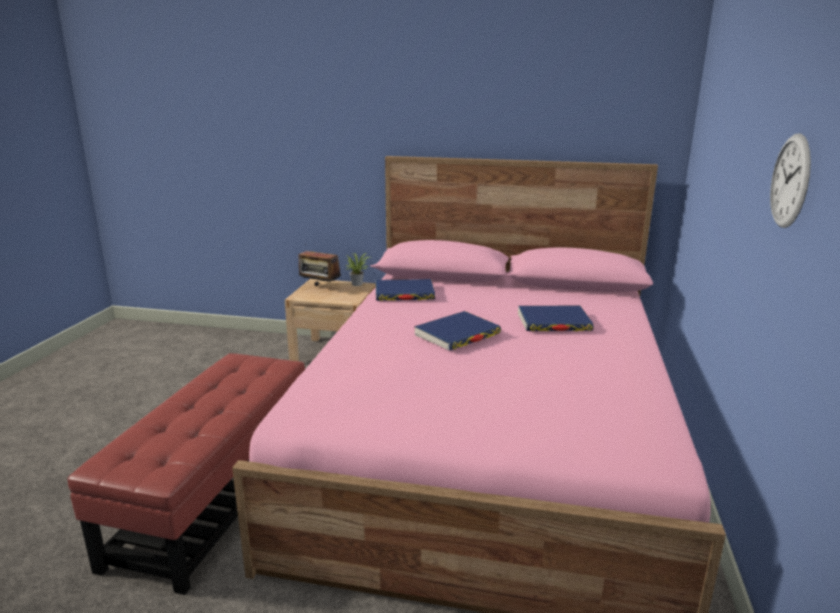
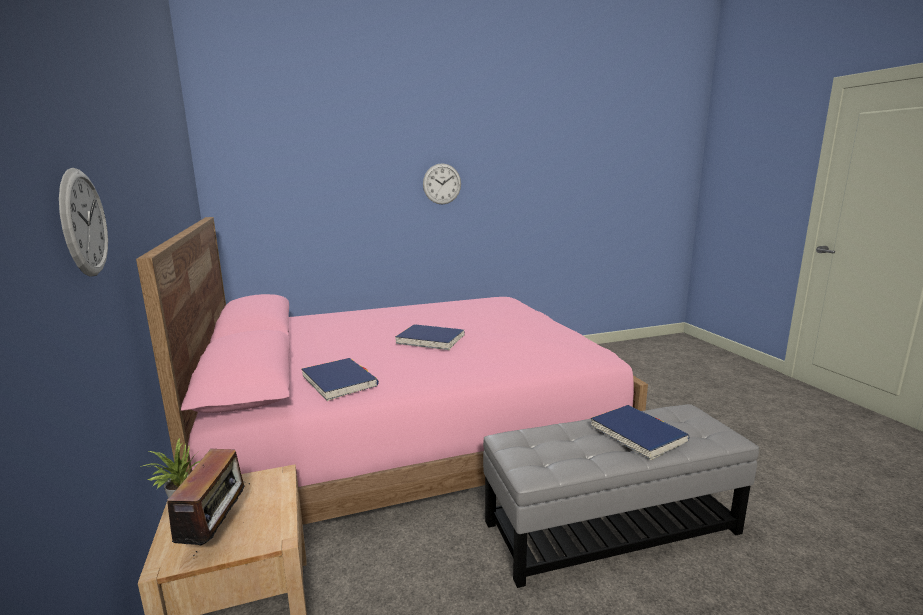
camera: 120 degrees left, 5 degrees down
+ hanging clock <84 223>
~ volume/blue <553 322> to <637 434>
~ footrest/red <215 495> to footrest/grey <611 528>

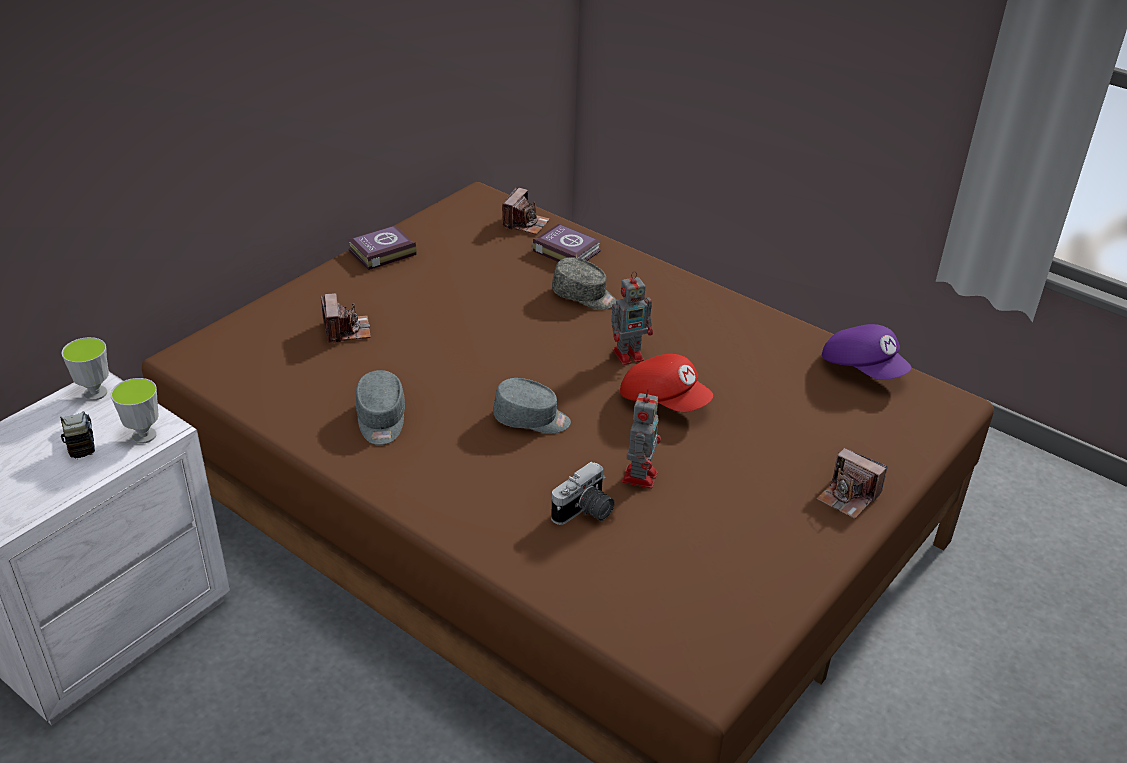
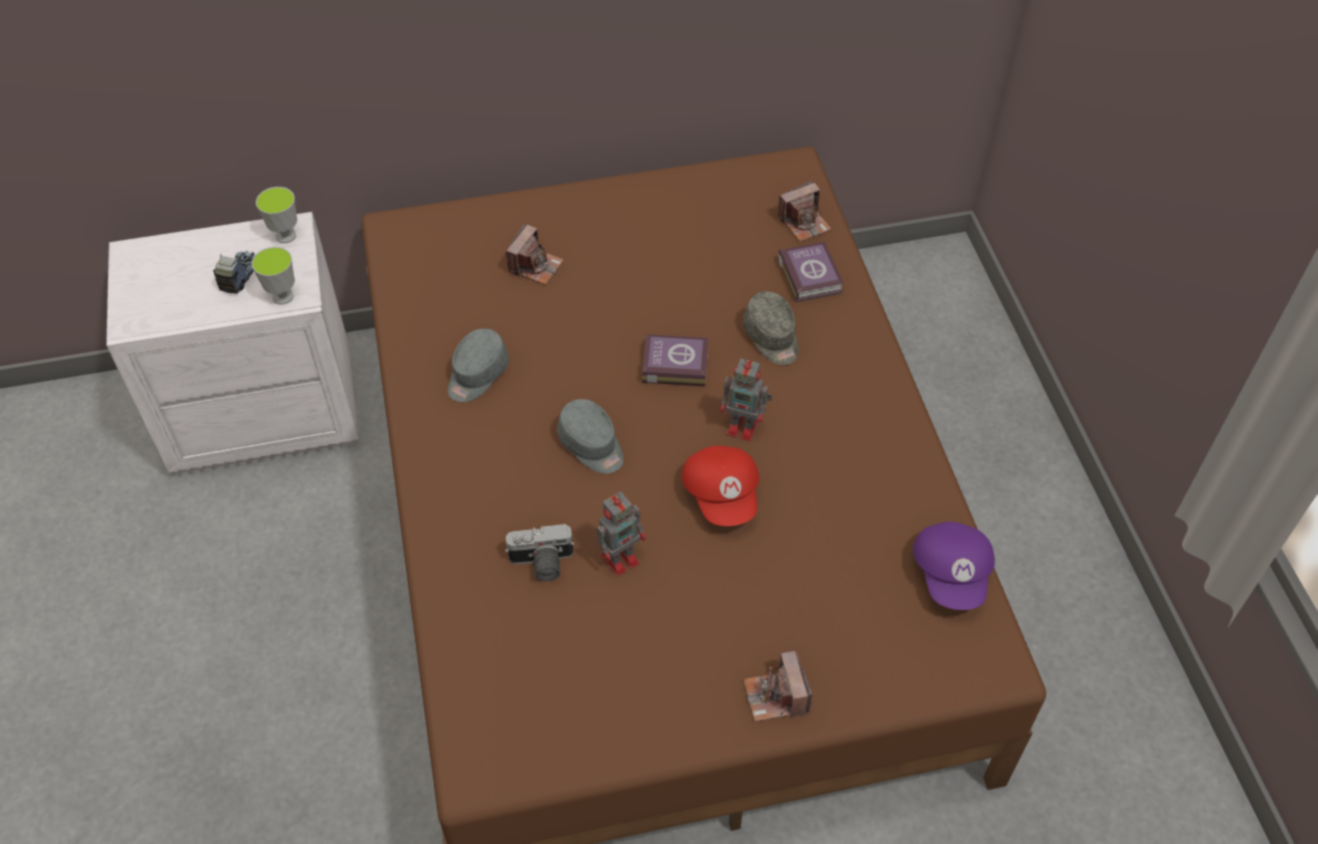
camera: 40 degrees right, 15 degrees up
~ volume <380 252> to <673 364>

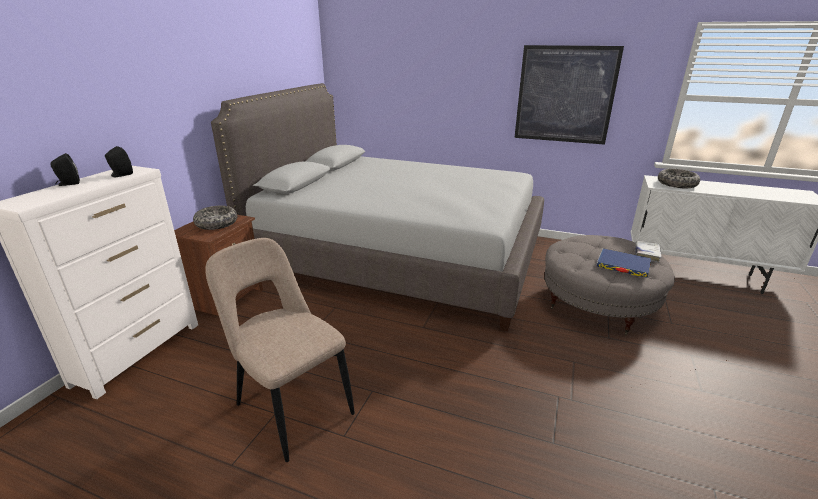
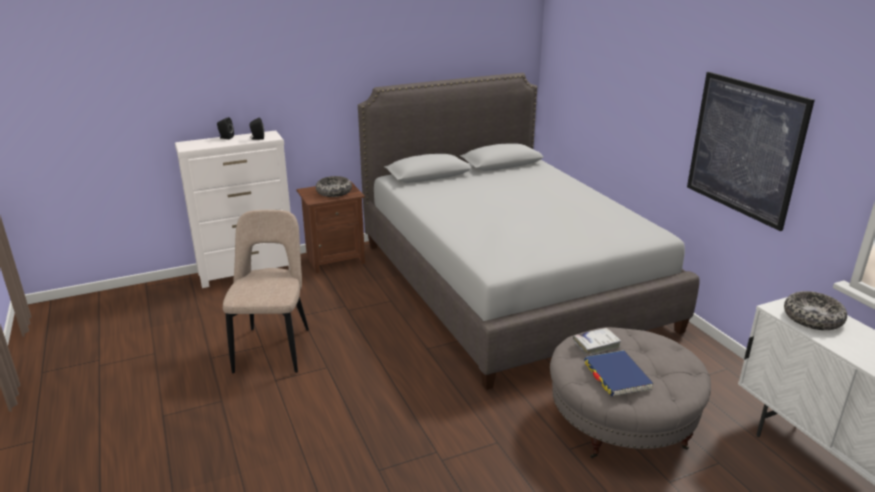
camera: 45 degrees right, 0 degrees up
~ volume/white <646 254> to <596 345>

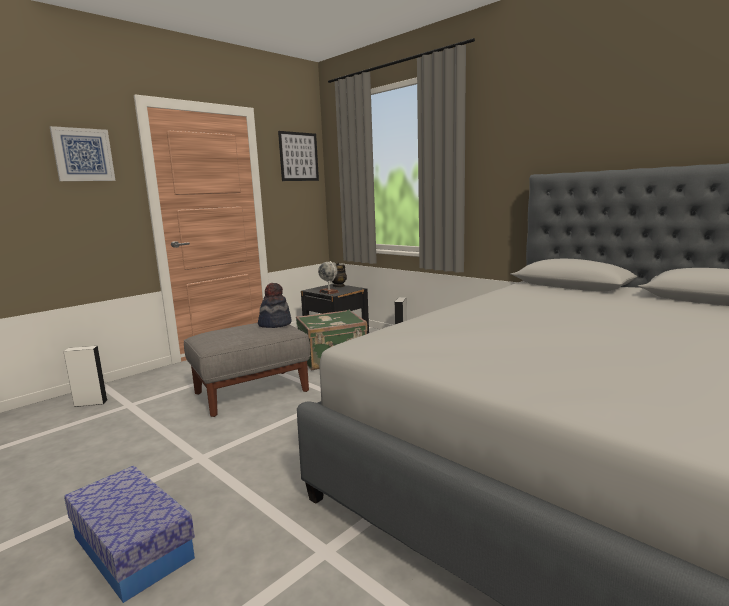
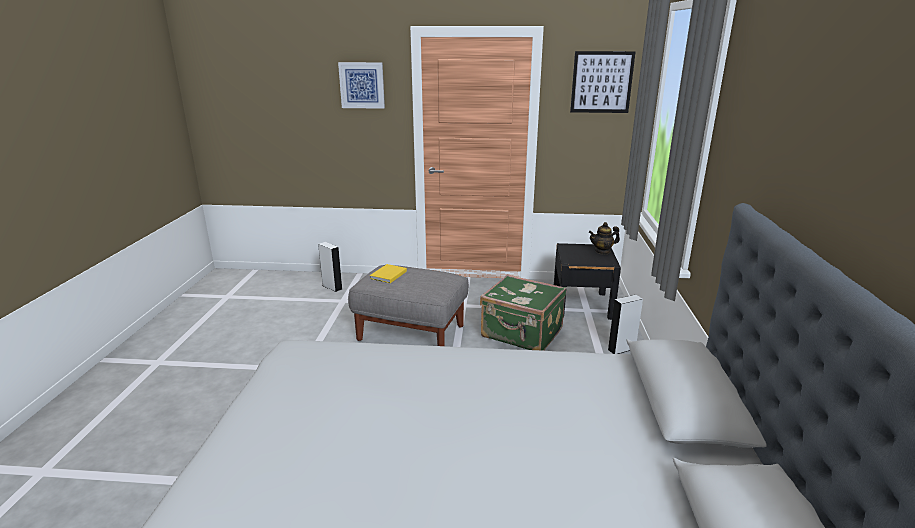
camera: 50 degrees right, 10 degrees up
- storage box <132 547>
- clothing hat <275 324>
- desk globe <329 292>
+ volume/yellow-coloured <387 275>

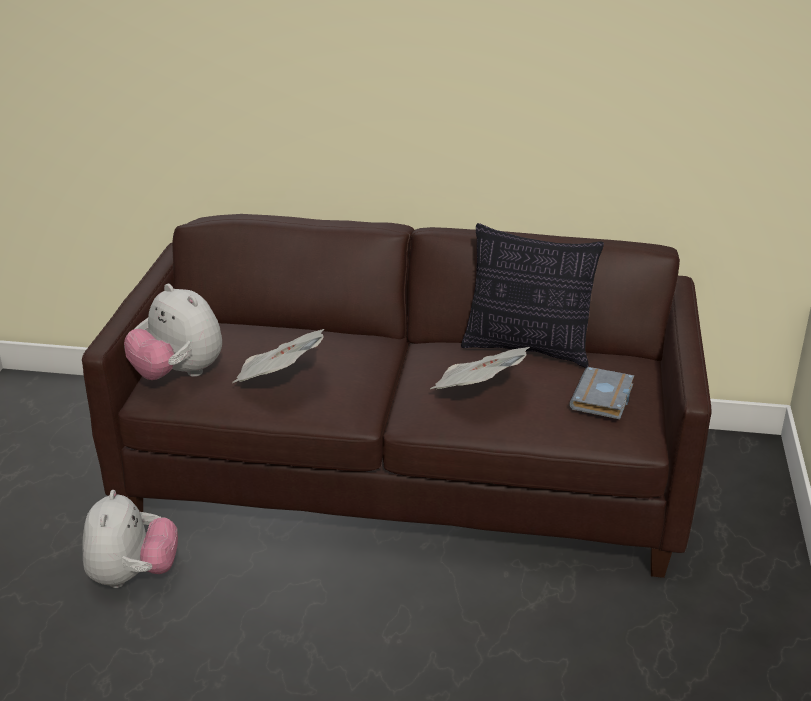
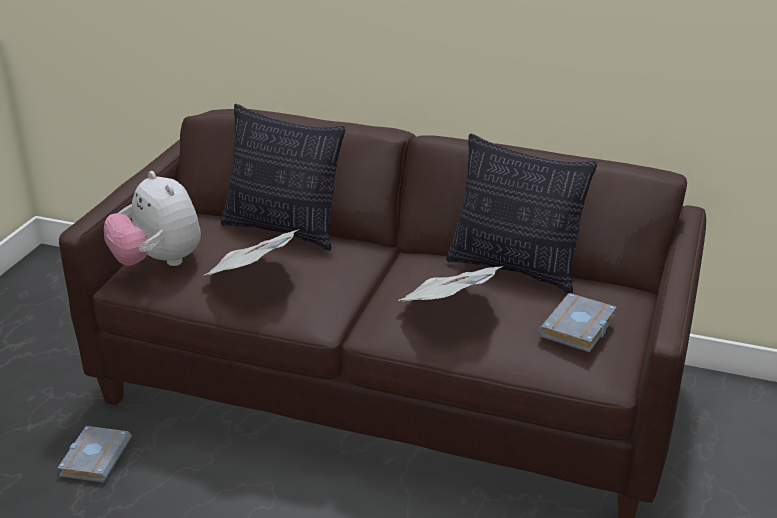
camera: 10 degrees right, 0 degrees up
+ pillow <284 230>
~ cuddly toy <132 576> to volume/grey <94 457>

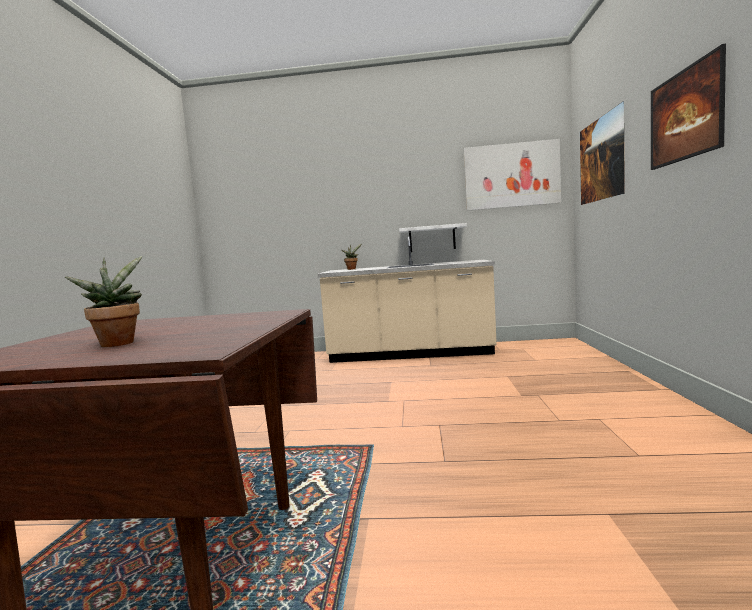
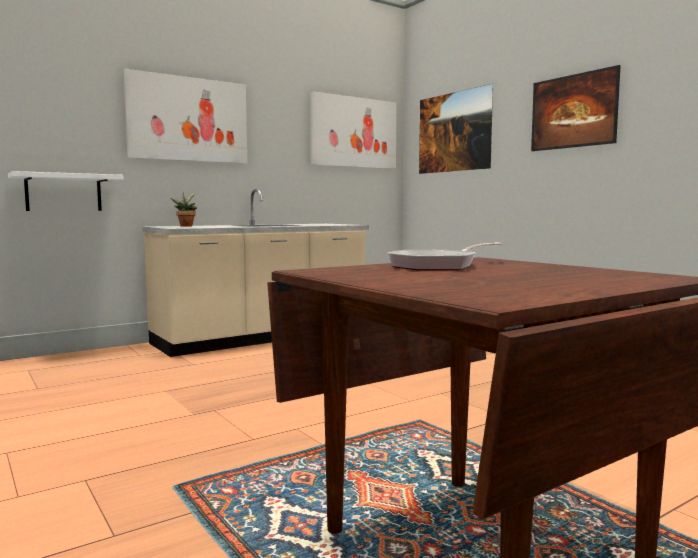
camera: 40 degrees left, 0 degrees up
- potted plant <118 343>
+ wall art <188 119>
+ skillet <437 266>
~ wall shelf/white <432 238> to <63 193>

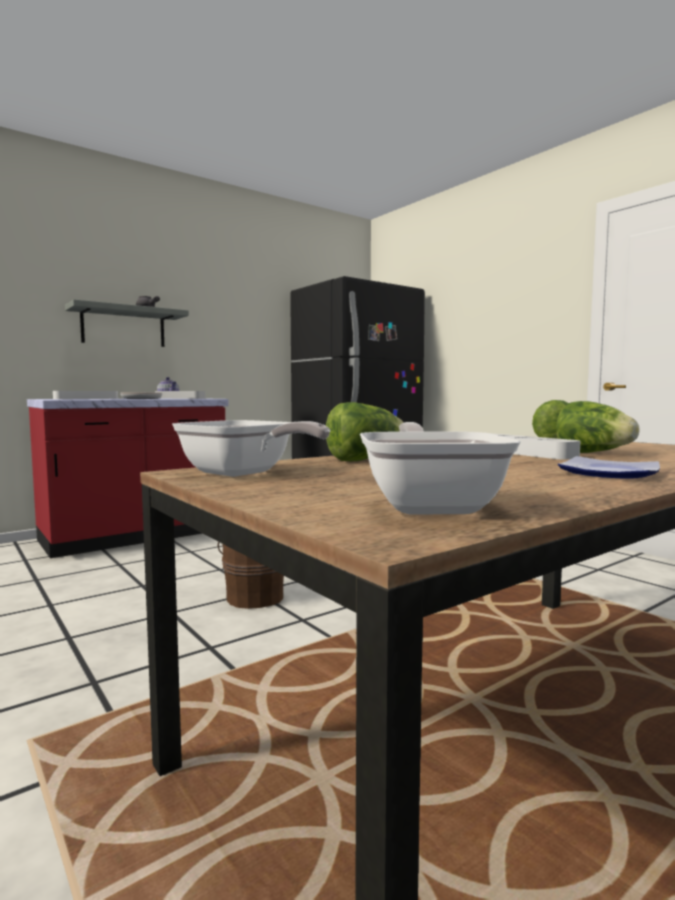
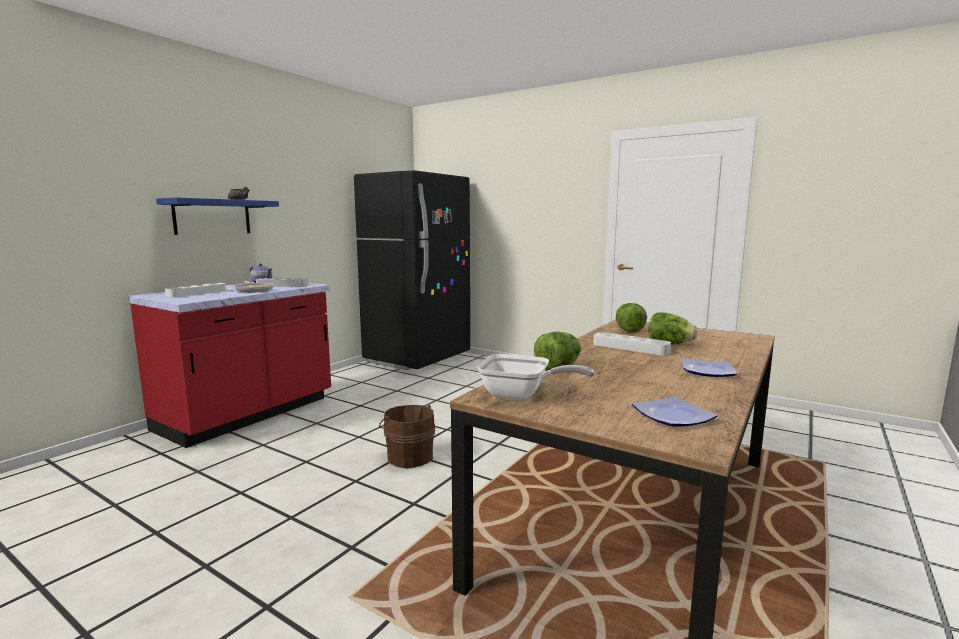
camera: 20 degrees left, 5 degrees up
~ skillet <430 504> to plate <673 416>
~ wall shelf/grey <123 327> to wall shelf/blue <212 217>

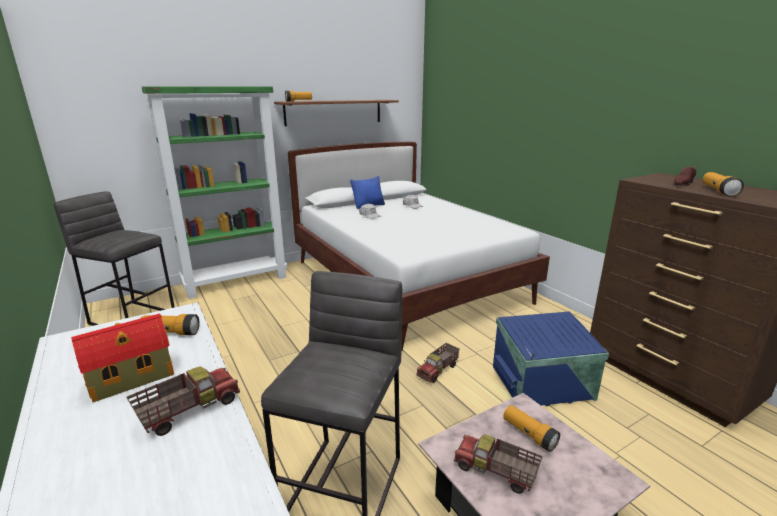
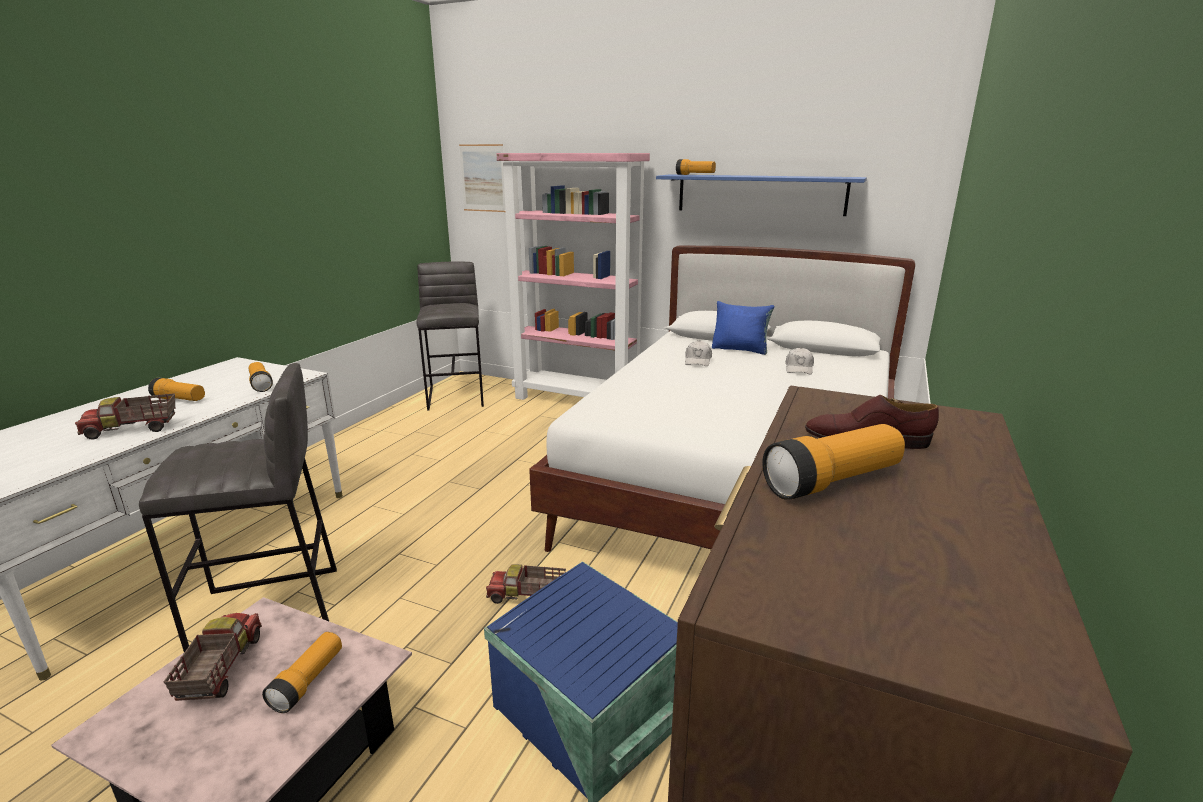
camera: 55 degrees right, 0 degrees up
+ wall art <483 178>
~ miniature house <134 379> to hand torch <179 400>
~ bookshelf/greenish <236 281> to bookshelf/pinkish <577 400>
~ wall shelf/brown-coloured <334 112> to wall shelf/blue <760 194>
~ toy lorry <189 411> = <132 430> 150 degrees clockwise

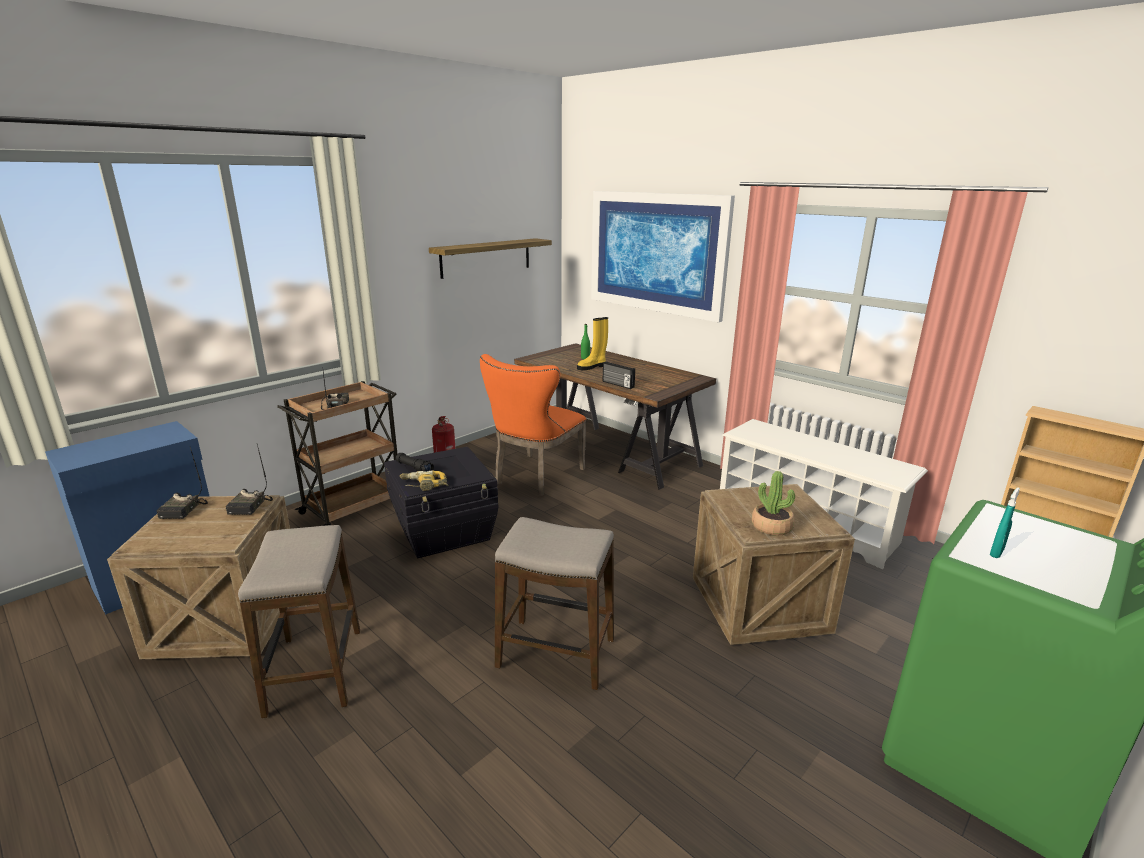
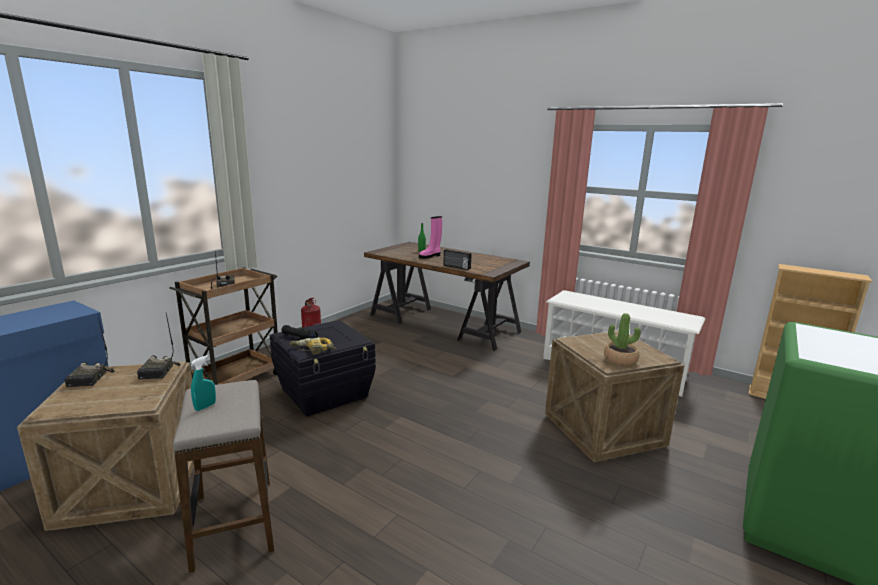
camera: 10 degrees left, 5 degrees down
- wall shelf <486 257>
- upright chair/orange <535 477>
- stool seat <556 653>
- wall art <656 253>
~ hand sprayer/blue-green <996 553> to <205 407>
~ tall boot/yellow-coloured <592 367> to tall boot/pinkish <430 256>

